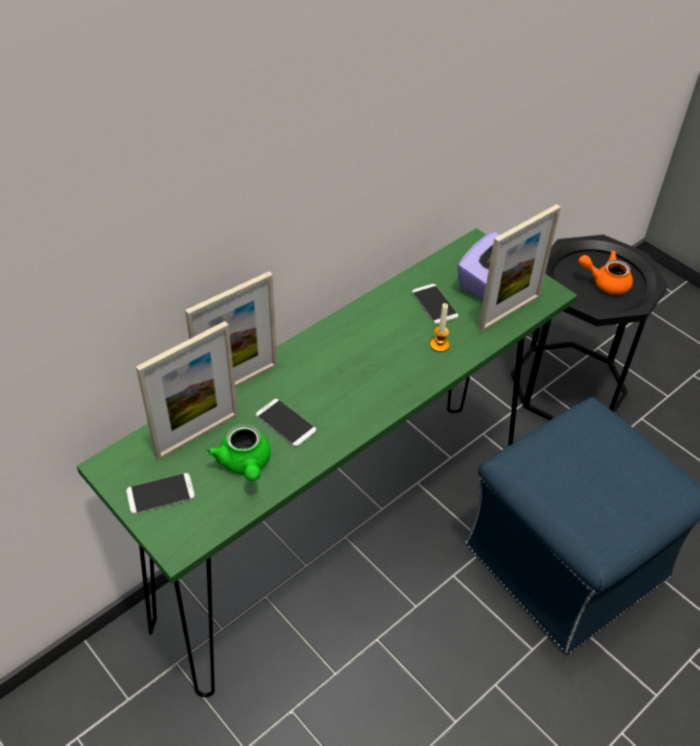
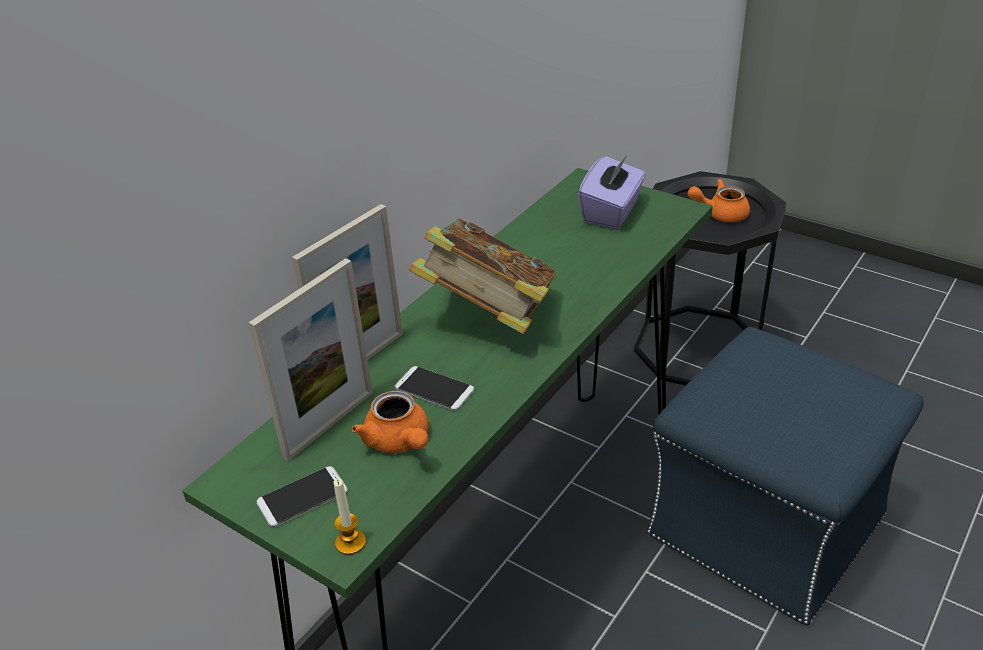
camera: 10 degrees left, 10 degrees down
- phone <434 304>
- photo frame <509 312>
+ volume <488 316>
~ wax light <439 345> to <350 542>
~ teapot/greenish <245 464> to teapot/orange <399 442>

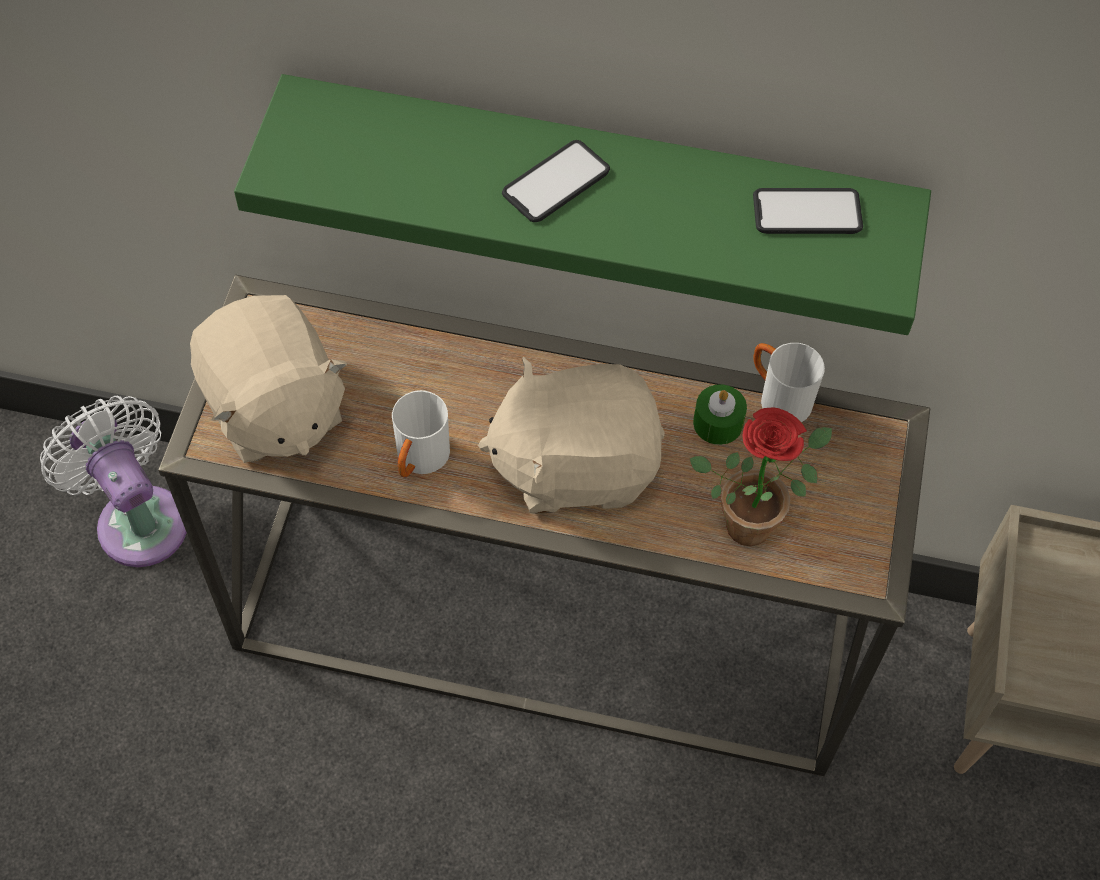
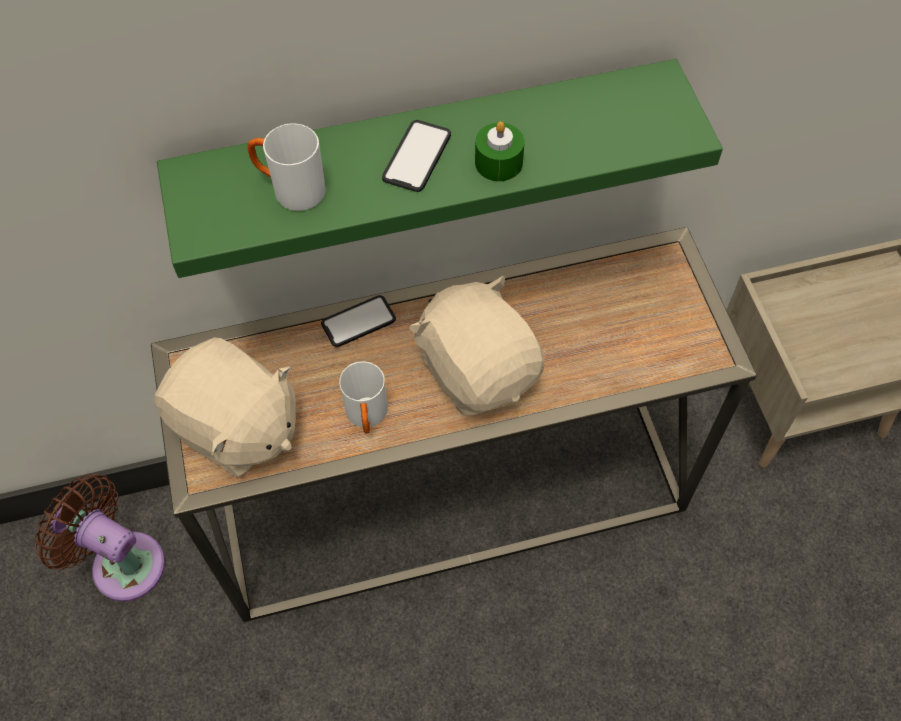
camera: 25 degrees left, 0 degrees up
- potted plant <754 518>
~ wax light/greenish <718 423> to <498 162>
~ phone <807 212> to <358 322>
~ tea mug/white <777 397> to <290 189>
~ cooling fan/white <138 518> to cooling fan/brown-coloured <122 562>
~ cuddly toy/sand-coloured <575 464> = <478 369> 90 degrees clockwise

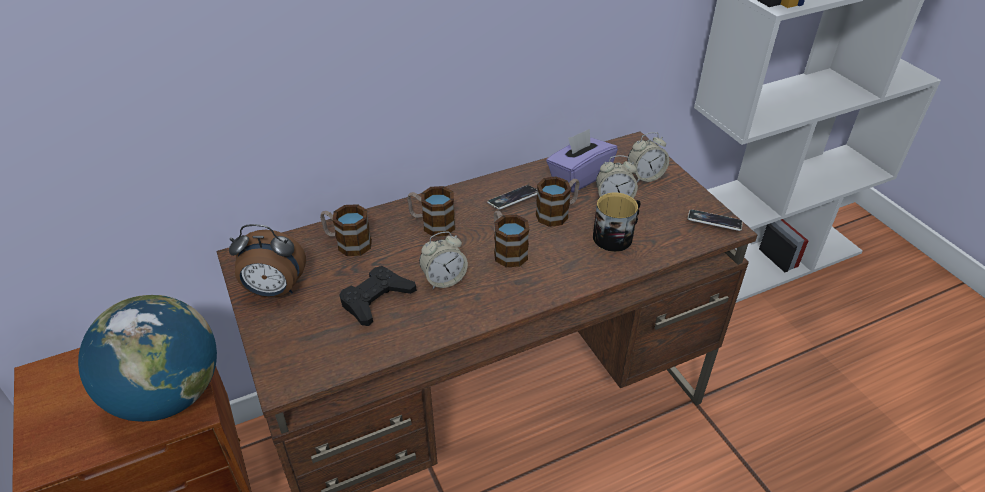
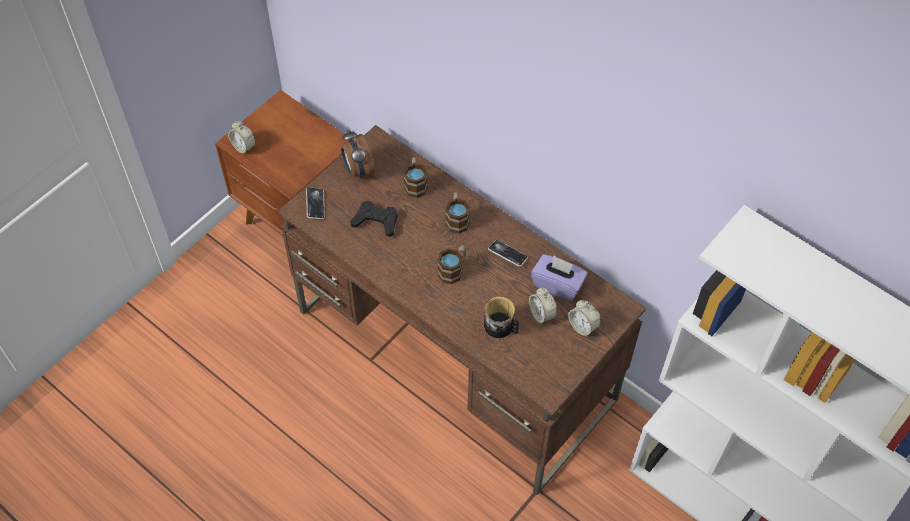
camera: 65 degrees right, 15 degrees up
- desk globe <168 395>
- tea mug <557 213>
~ table clock <444 279> to <244 147>
~ phone <714 223> to <315 204>

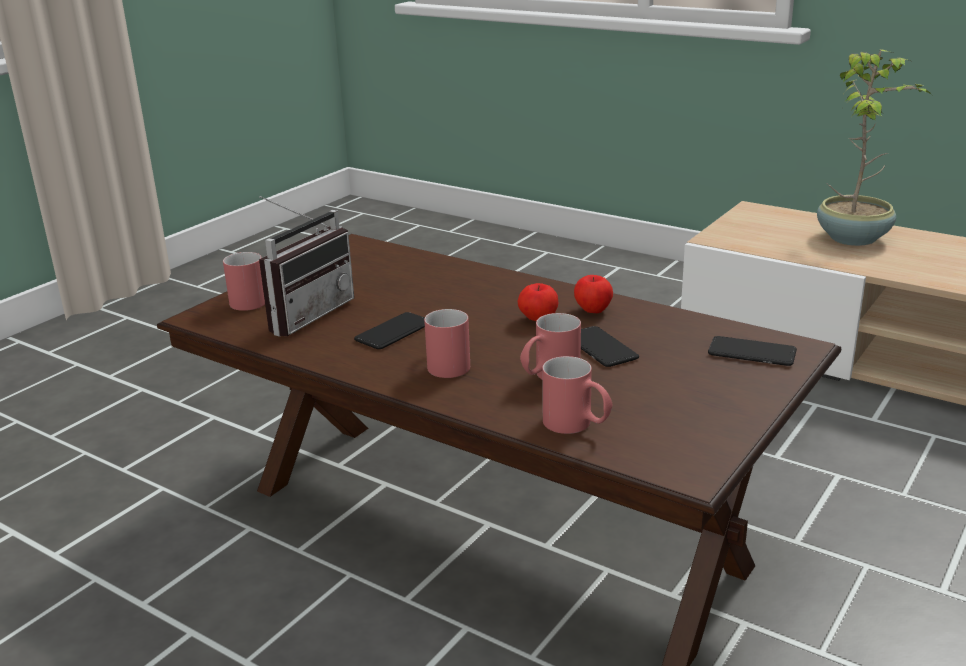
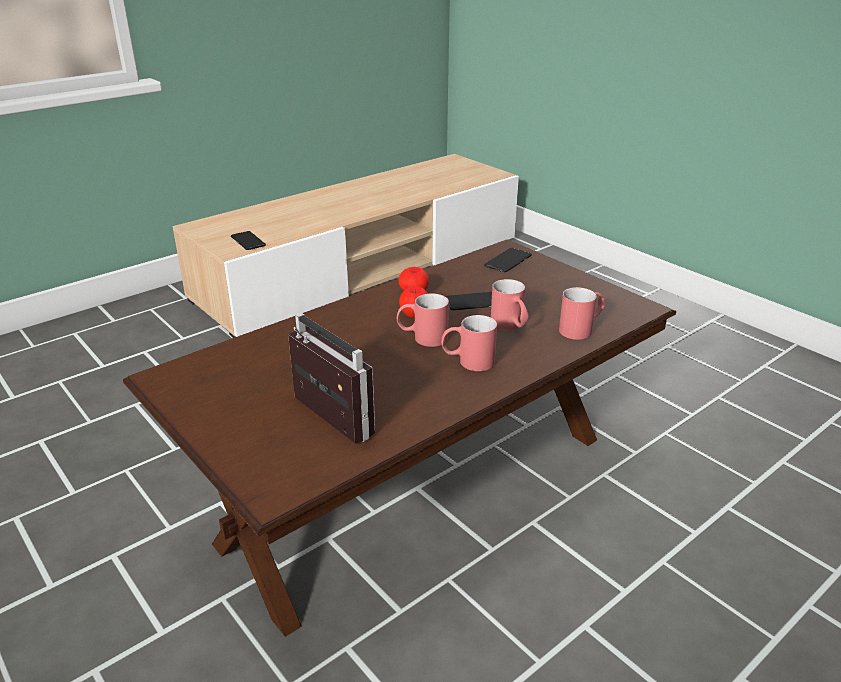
camera: 75 degrees left, 5 degrees up
- potted plant <854 238>
~ tea mug/red <248 299> to <422 338>
~ phone <393 332> to <248 241>

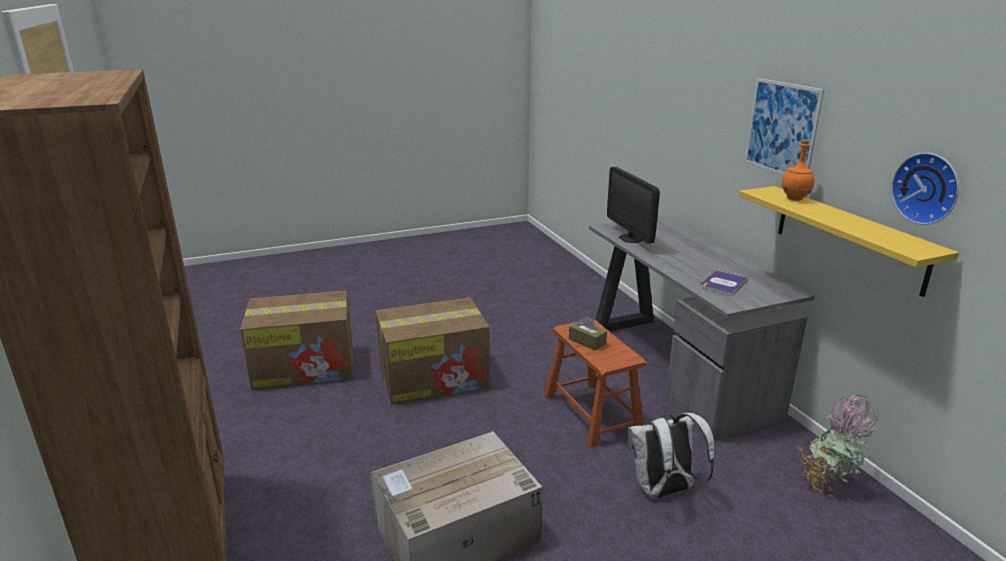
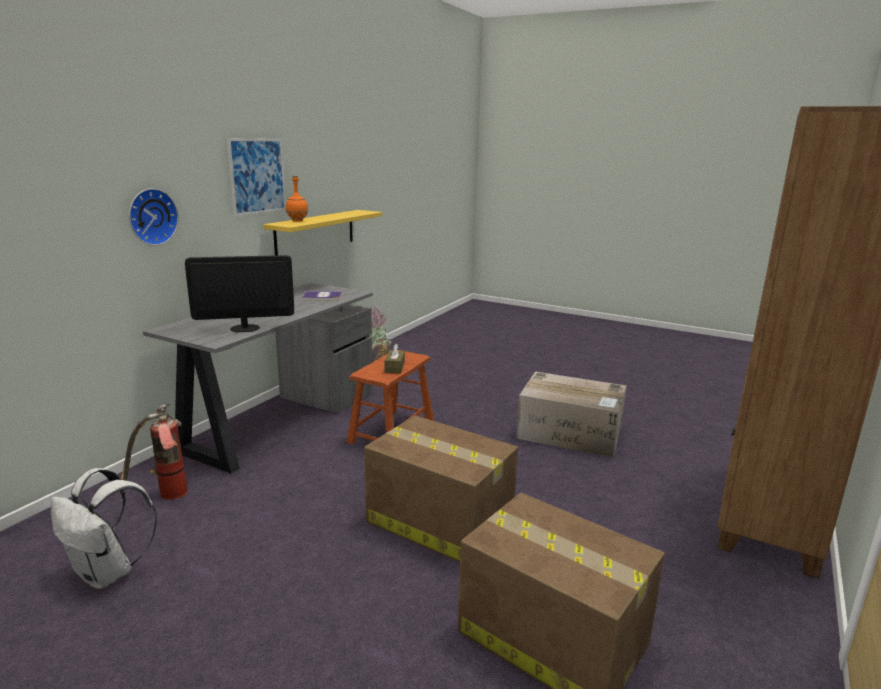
camera: 130 degrees left, 5 degrees down
+ fire-fighting cylinder <165 498>
~ knapsack/white <663 491> to <108 573>
~ hanging clock <928 188> to <151 216>
~ computer screen <630 238> = <244 328> 135 degrees counterclockwise

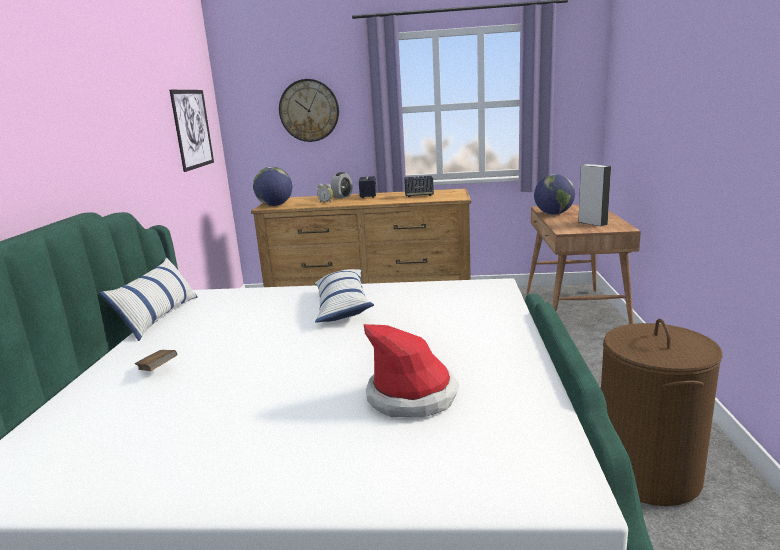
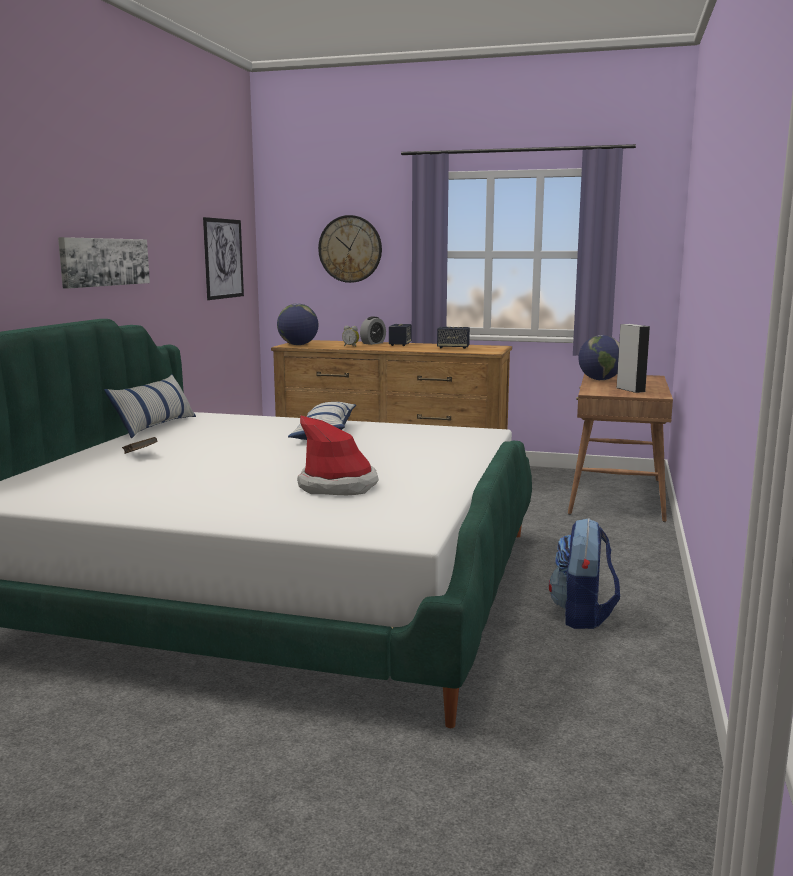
camera: 10 degrees right, 5 degrees down
+ wall art <104 262>
~ laundry basket/brown-coloured <648 473> to knapsack <583 615>

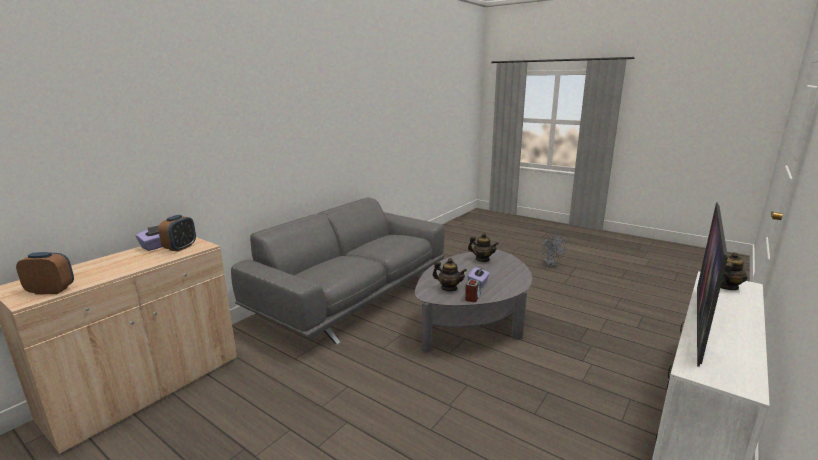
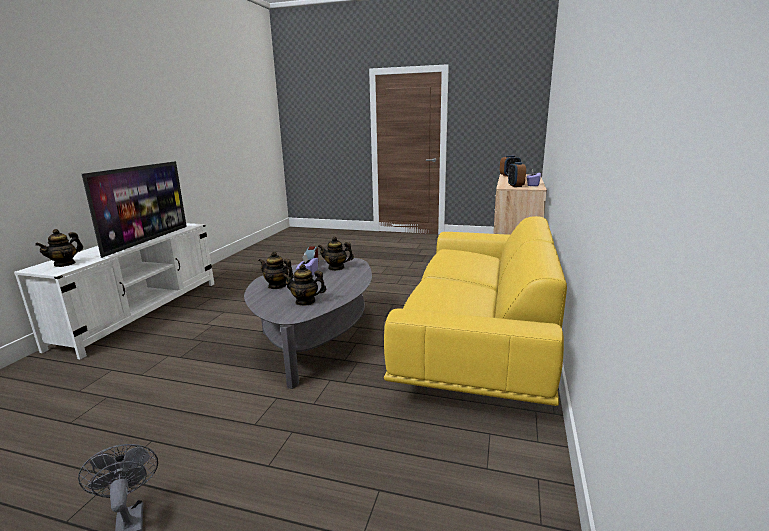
camera: 160 degrees right, 0 degrees up
+ teapot <277 286>
~ sofa/grey <353 297> to sofa/yellow-coloured <478 341>

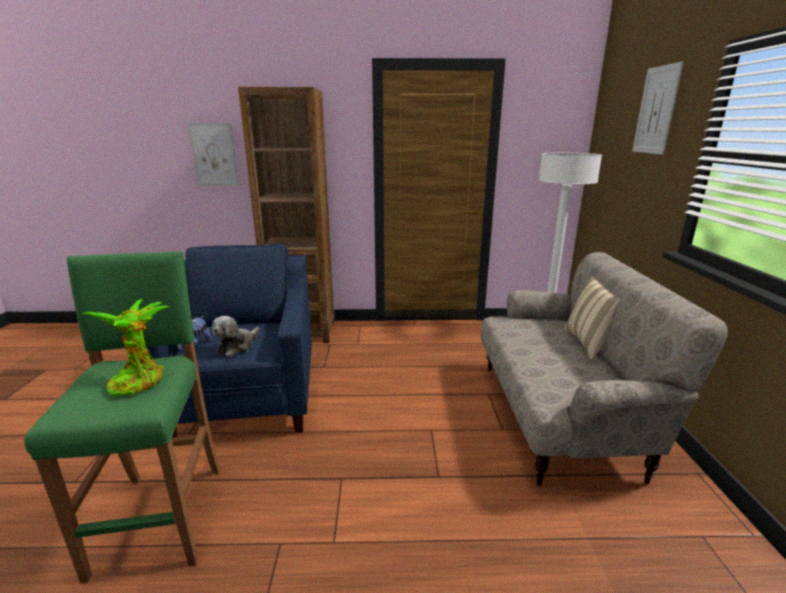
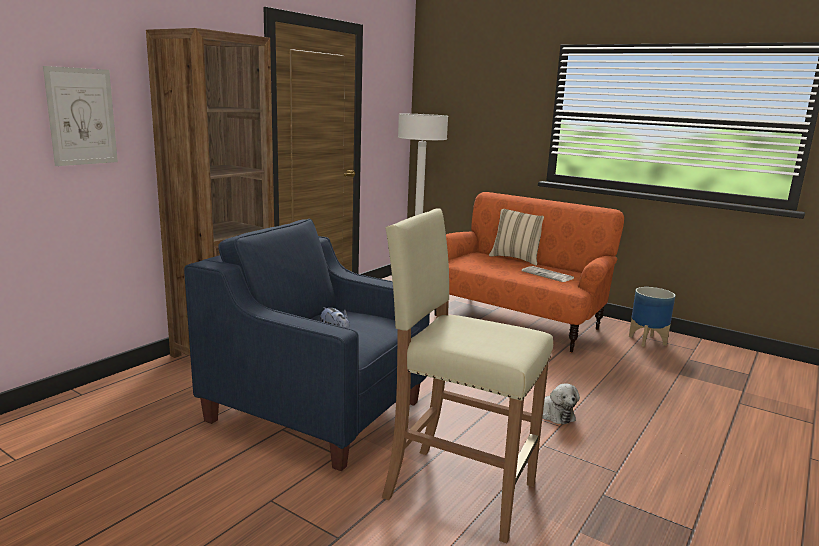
camera: 55 degrees left, 5 degrees down
- potted plant <139 380>
- wall art <656 110>
+ printed paper <548 275>
+ flower pot <648 340>
~ cuddly toy <237 346> to <554 414>
~ stool seat/greenish <162 516> to stool seat/sand-coloured <458 490>
~ sofa/sand-coloured <558 416> to sofa/orange <516 321>

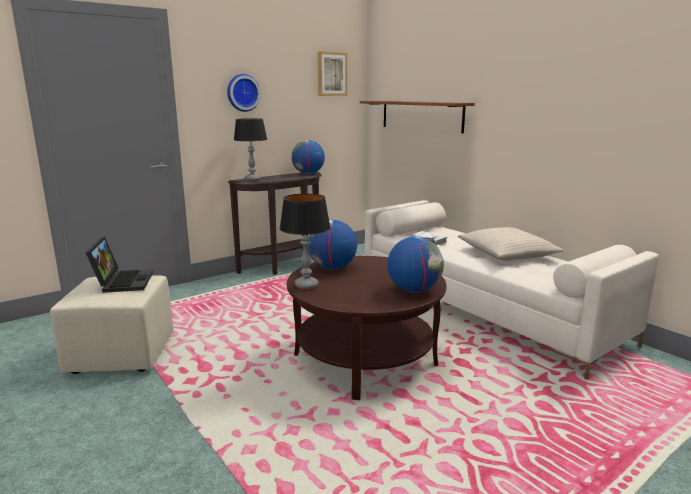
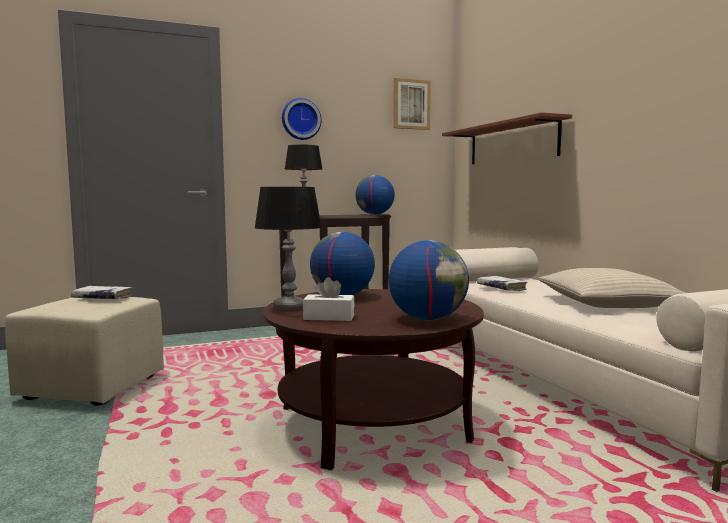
camera: 15 degrees right, 10 degrees down
+ box of tissues/white <329 317>
~ notebook computer <122 282> to volume/white <102 298>

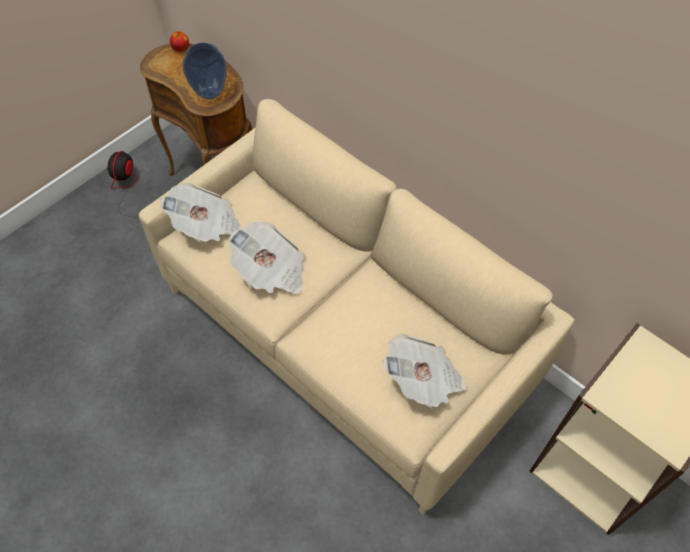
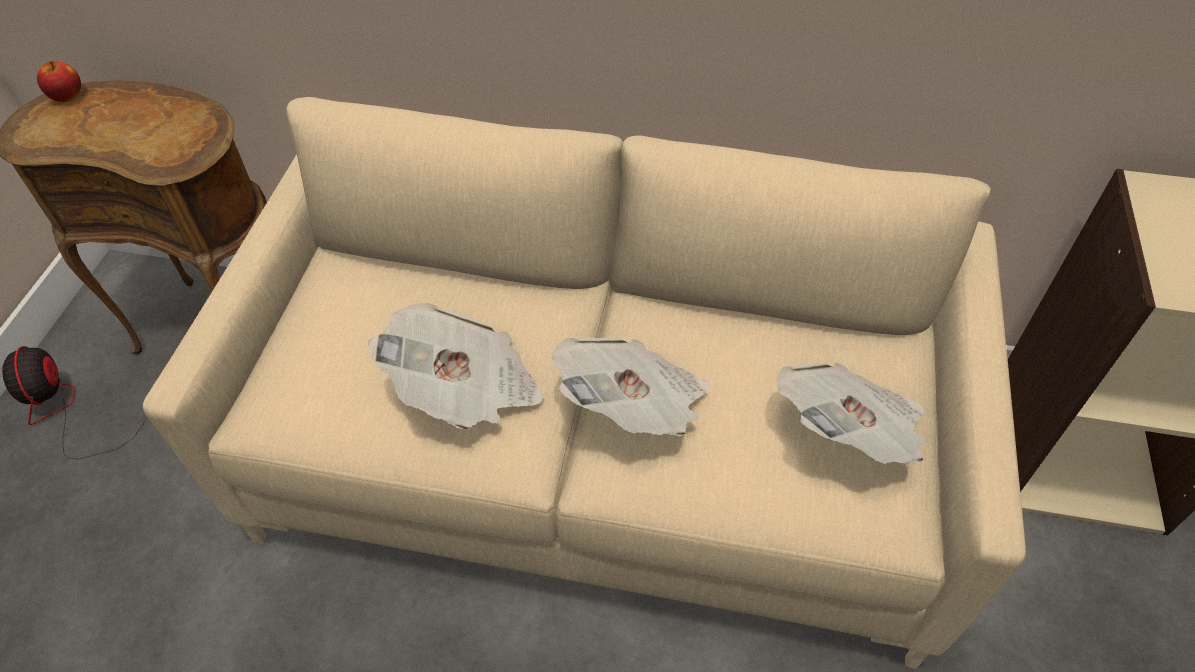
camera: 30 degrees left, 5 degrees down
- flower vase <209 94>
~ printed paper <206 226> to <634 406>

